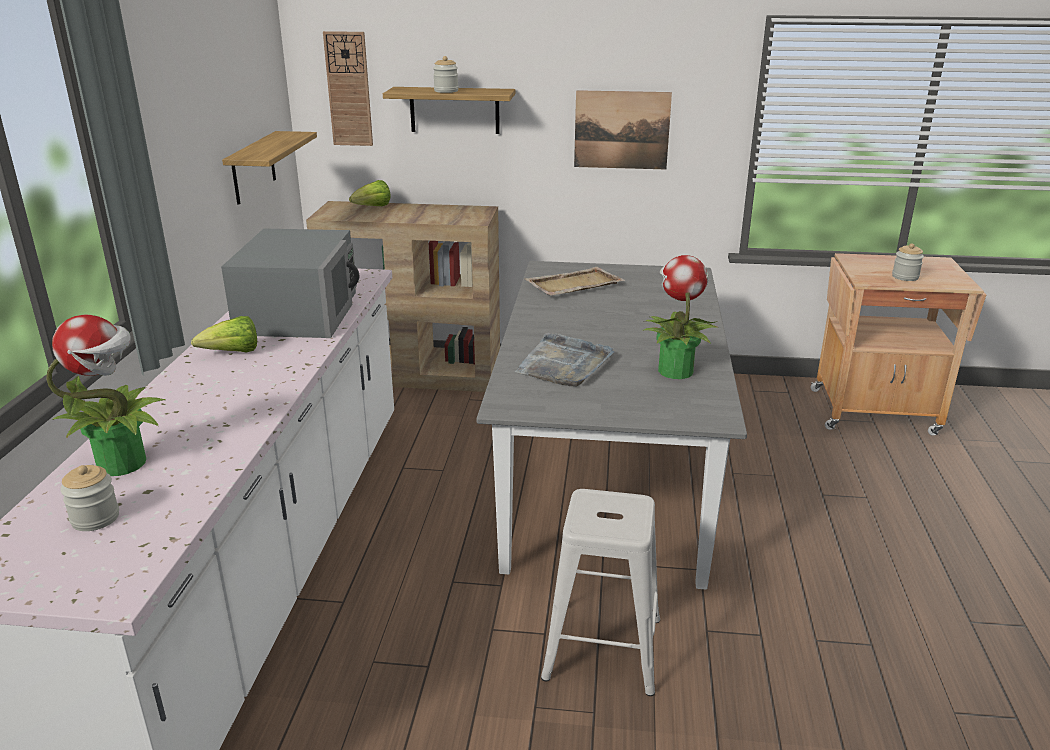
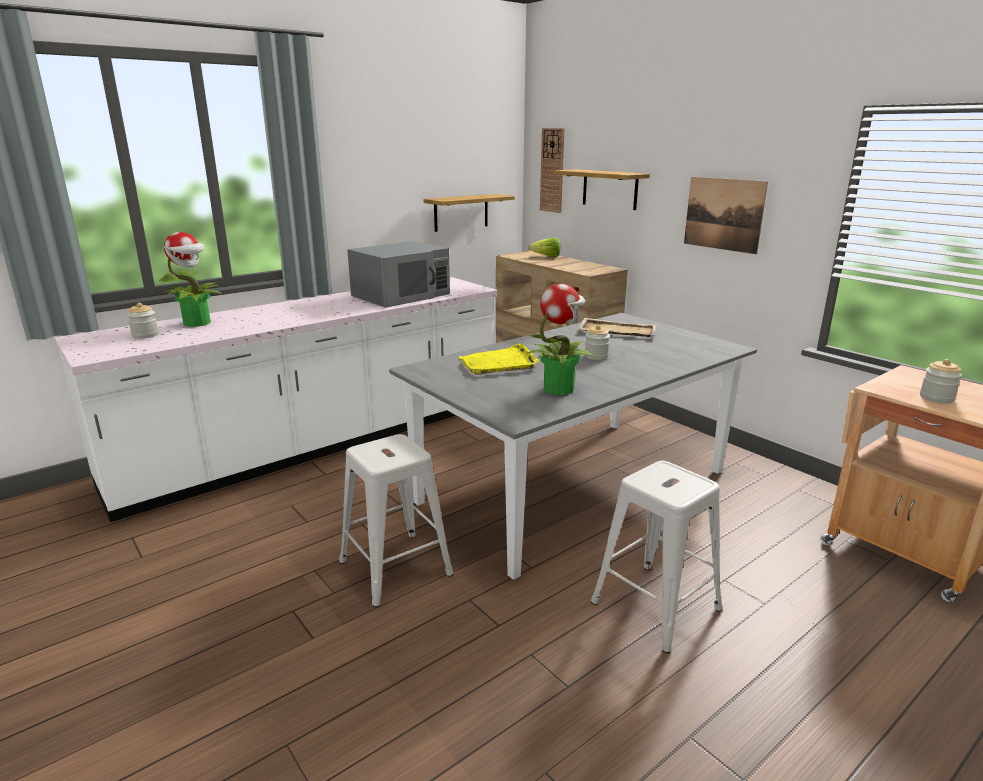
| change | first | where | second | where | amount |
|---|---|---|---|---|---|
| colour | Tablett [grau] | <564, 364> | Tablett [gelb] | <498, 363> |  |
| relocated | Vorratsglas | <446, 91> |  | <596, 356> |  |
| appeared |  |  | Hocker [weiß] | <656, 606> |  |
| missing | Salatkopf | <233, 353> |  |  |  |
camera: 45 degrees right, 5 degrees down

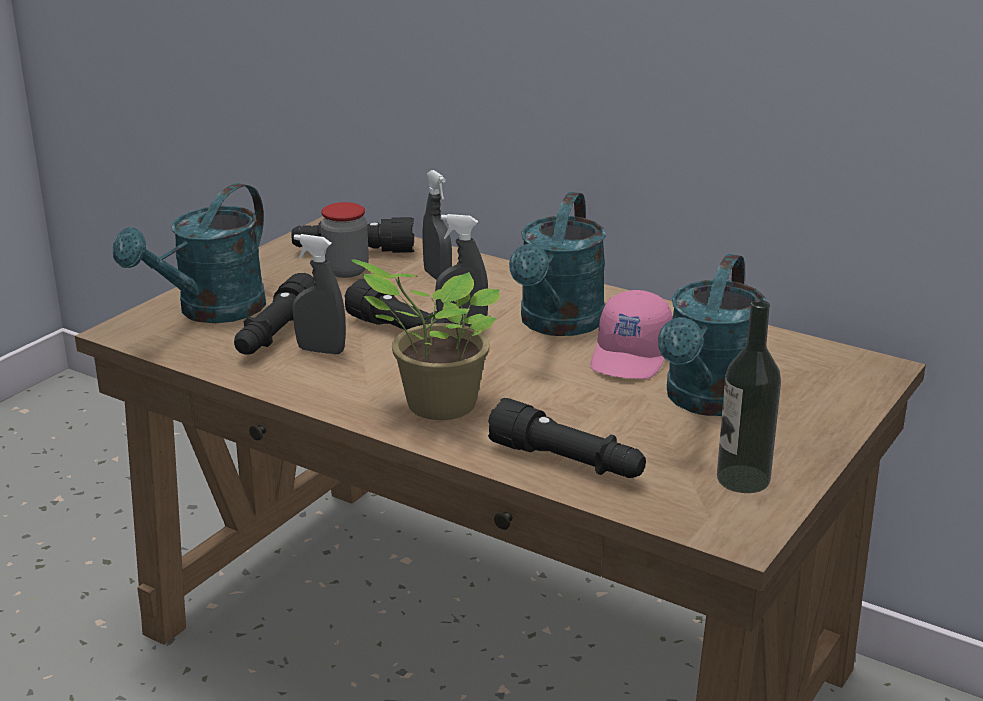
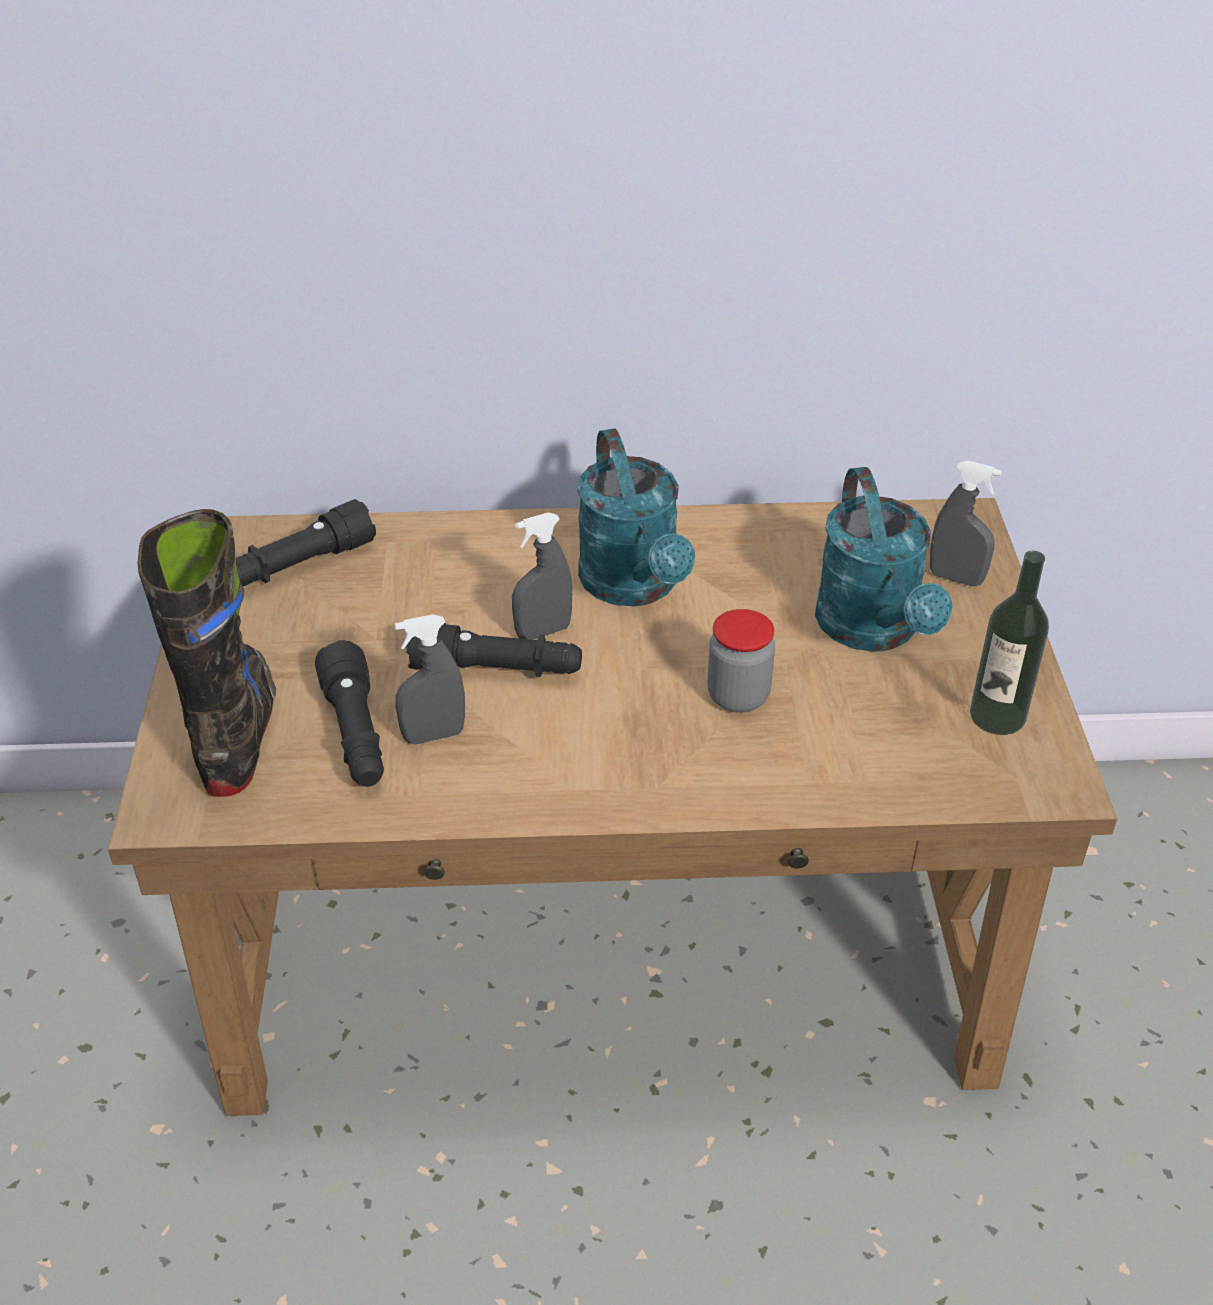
| change | first | where | second | where | amount |
|---|---|---|---|---|---|
| exchanged | Gießkanne [türkis] | <211, 312> | Stiefel [schwarz] | <238, 734> |  |
| relocated | Vorratsglas | <346, 271> |  | <738, 696> |  |
| relocated | Sprühflasche [grau] | <437, 276> |  | <956, 578> |  |
| missing | Topfpflanze | <435, 405> |  |  |  |
| missing | Taschenlampe [schwarz] | <567, 462> |  |  |  |
| missing | Kappe [rosa] | <632, 357> |  |  |  |
camera: 35 degrees left, 15 degrees up

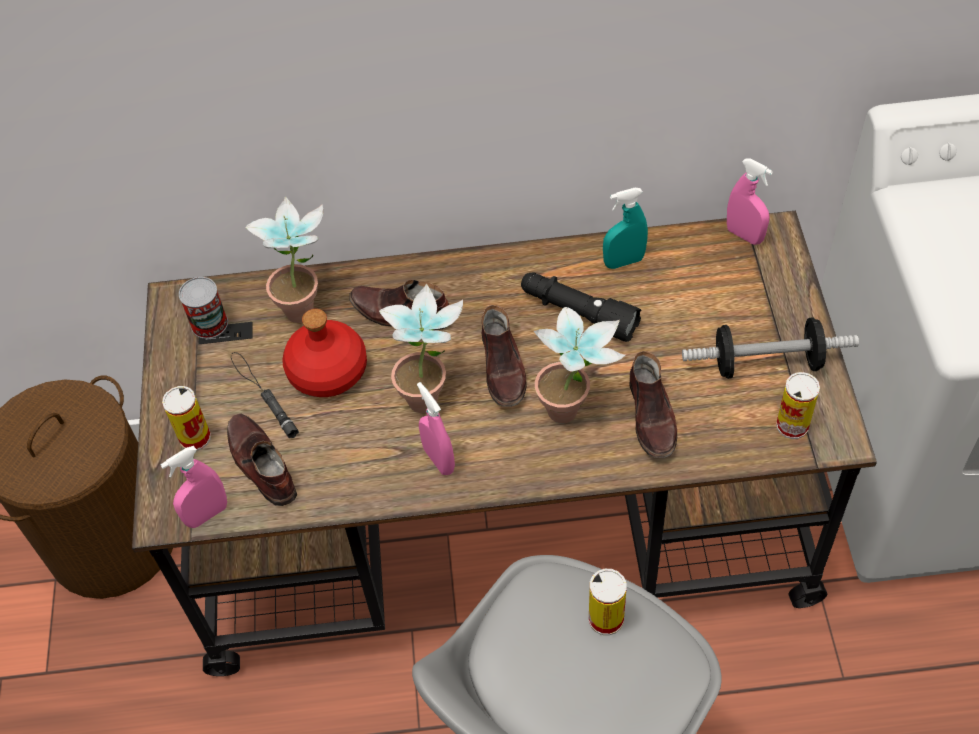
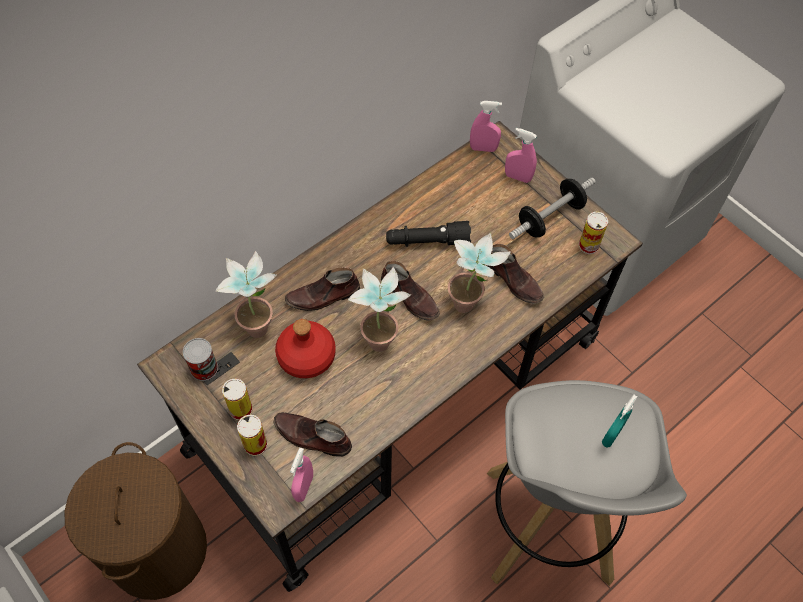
| change | first | where | second | where | amount |
|---|---|---|---|---|---|
| relocated | Dose | <606, 618> |  | <241, 410> |  |
| relocated | Sprühflasche [rosa] | <439, 460> |  | <517, 177> |  |
| relocated | Sprühflasche [türkis] | <624, 261> |  | <611, 435> |  |
| missing | Taschenlampe [schwarz] | <263, 394> |  |  |  |
camera: 40 degrees left, 5 degrees up

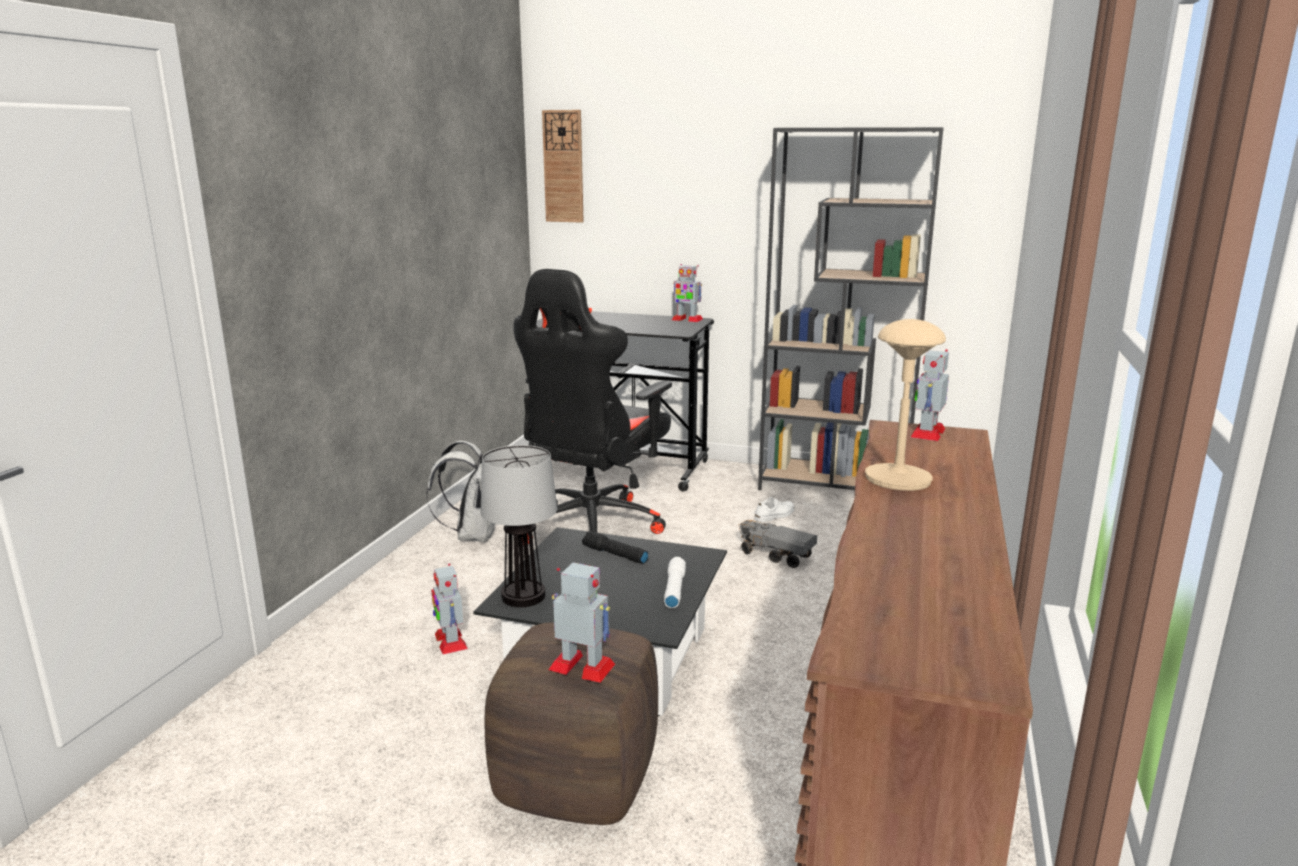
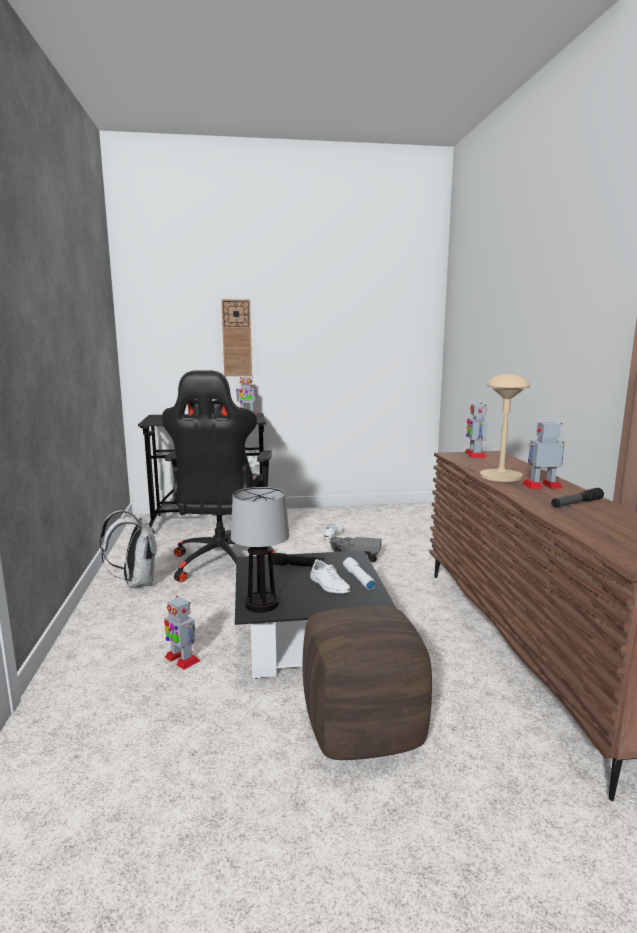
| change | first | where | second | where | amount |
|---|---|---|---|---|---|
| relocated | Wanduhr | <563, 166> |  | <237, 338> |  |
| appeared |  |  | Schuh [weiß] | <329, 585> |  |
| relocated | Spielzeugroboter | <583, 667> |  | <542, 486> |  |
| appeared |  |  | Taschenlampe | <576, 503> |  |
| missing | Bücherregal | <834, 486> |  |  |  |
camera: 25 degrees left, 5 degrees down

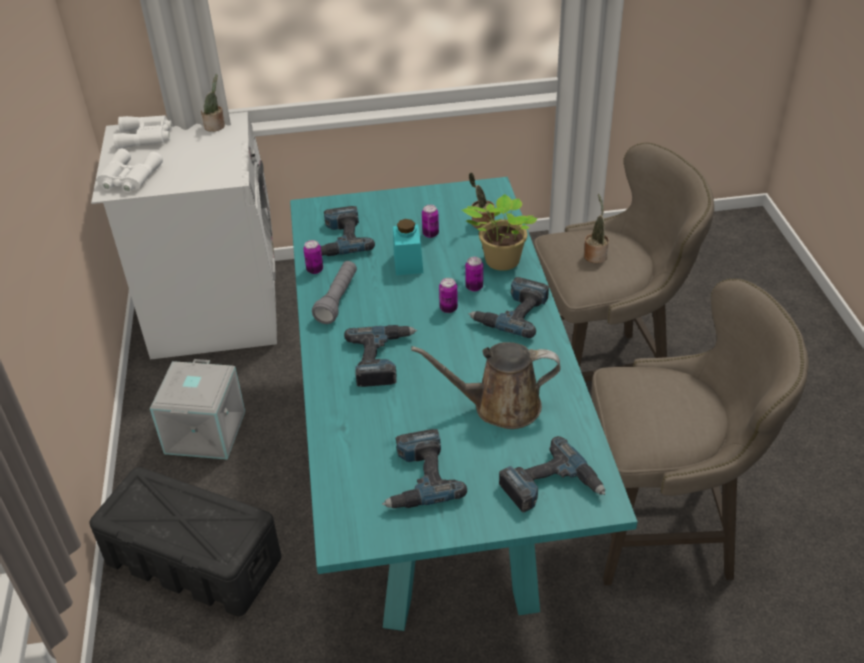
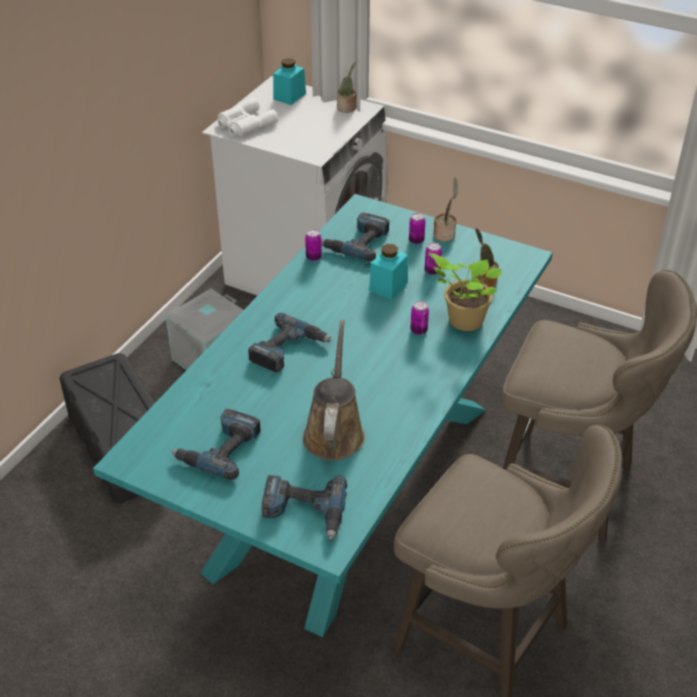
| change | first | where | second | where | amount |
|---|---|---|---|---|---|
| exchanged | Fernglas [weiß] | <146, 137> | Vorratsglas [türkis] | <289, 96> |  |
| spun | Gießkanne [braun] | <500, 406> |  | <334, 432> | 60 degrees clockwise |
| relocated | Dose | <448, 308> |  | <416, 240> |  |
| relocated | Topfpflanze | <595, 255> |  | <445, 234> |  |
| missing | Taschenlampe [grau] | <337, 300> |  |  |  |
| missing | Bohrmaschine | <512, 313> |  |  |  |
camera: 35 degrees right, 0 degrees up

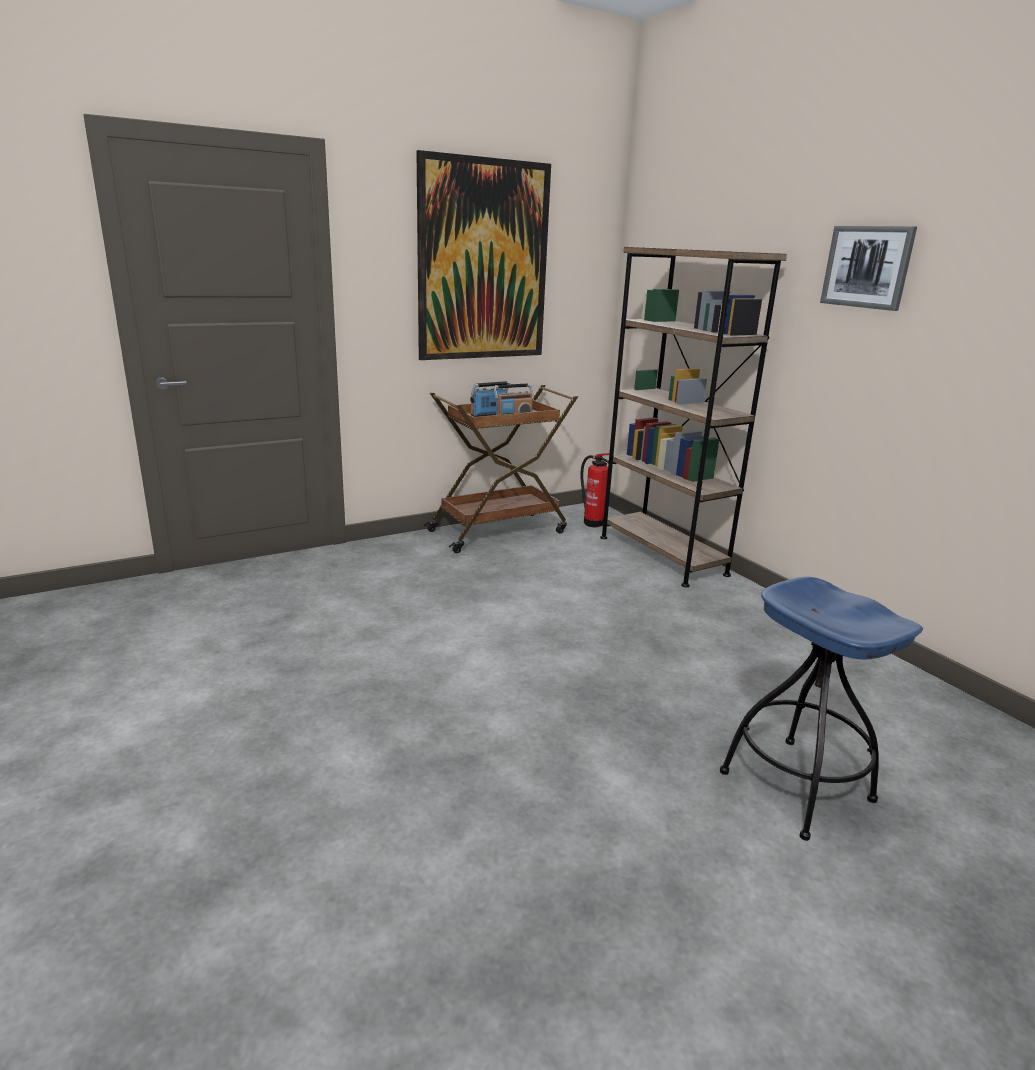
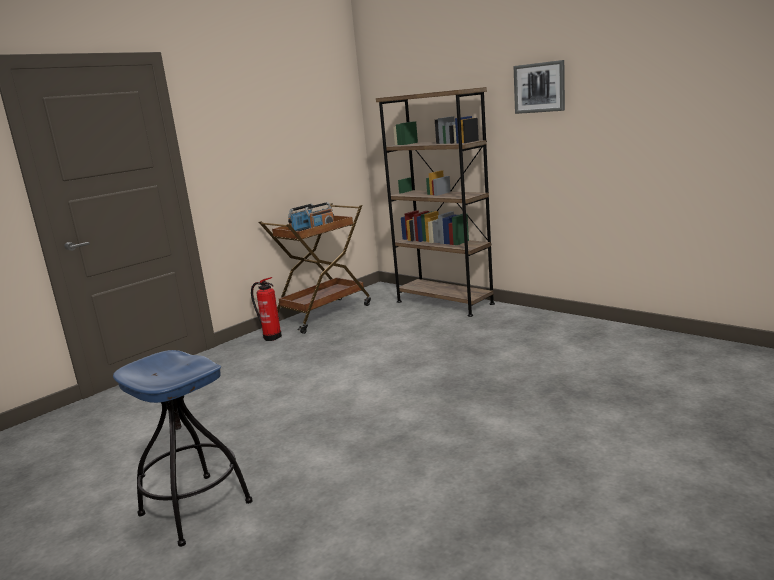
| change | first | where | second | where | amount |
|---|---|---|---|---|---|
| relocated | Hocker [blau] | <795, 785> |  | <195, 507> |  |
| relocated | Feuerlöscher | <592, 522> |  | <271, 337> |  |
| missing | Bild | <483, 262> |  |  |  |
camera: 15 degrees left, 5 degrees down

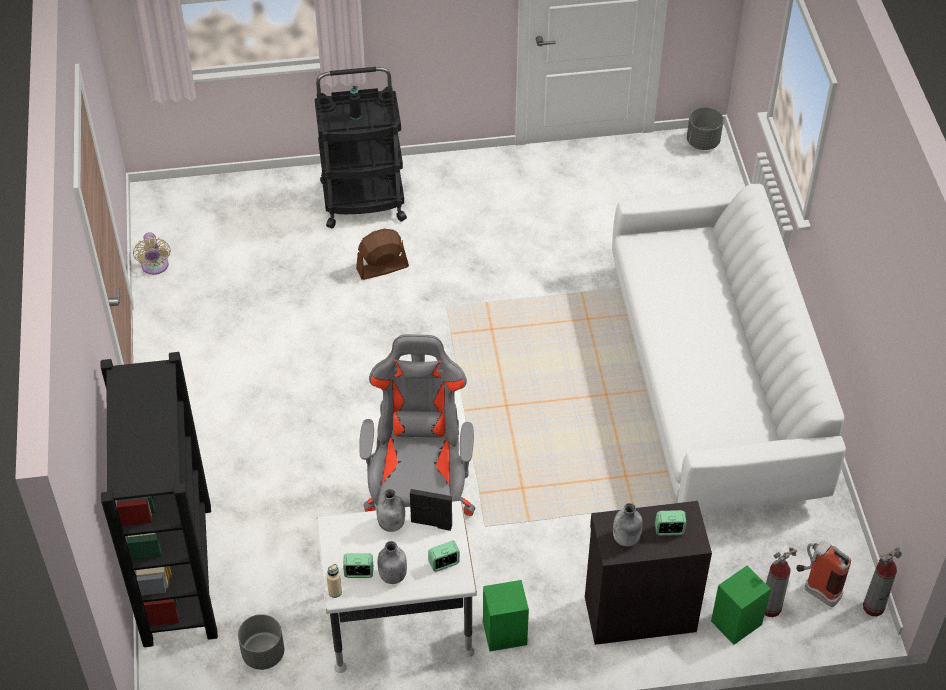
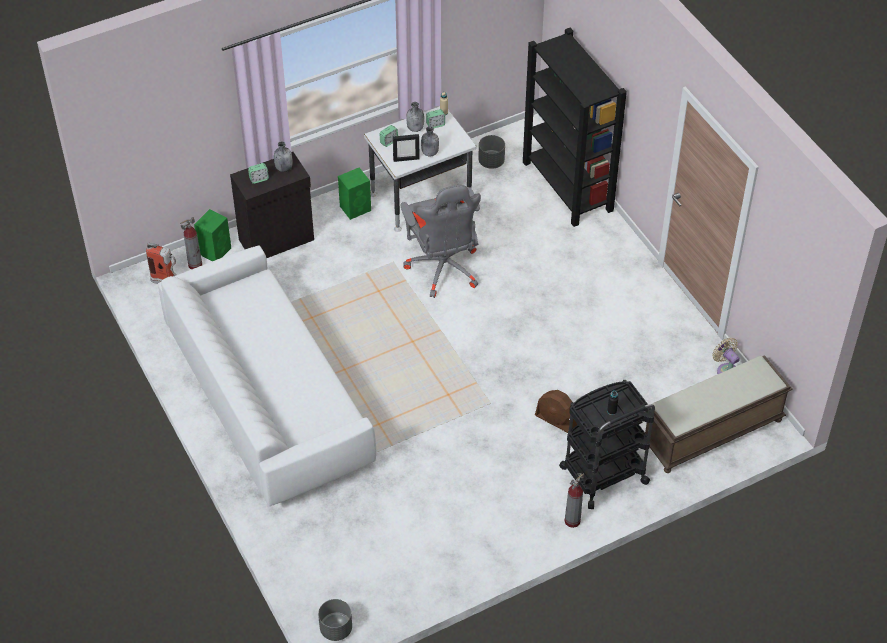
| change | first | where | second | where | amount |
|---|---|---|---|---|---|
| spun | Ventilator [braun] | <382, 267> |  | <555, 420> | 75 degrees clockwise |
| relocated | Feuerlöscher | <873, 607> |  | <572, 521> |  |
| appeared |  |  | Bank [braun] | <712, 432> |  |
camera: 160 degrees right, 0 degrees up

